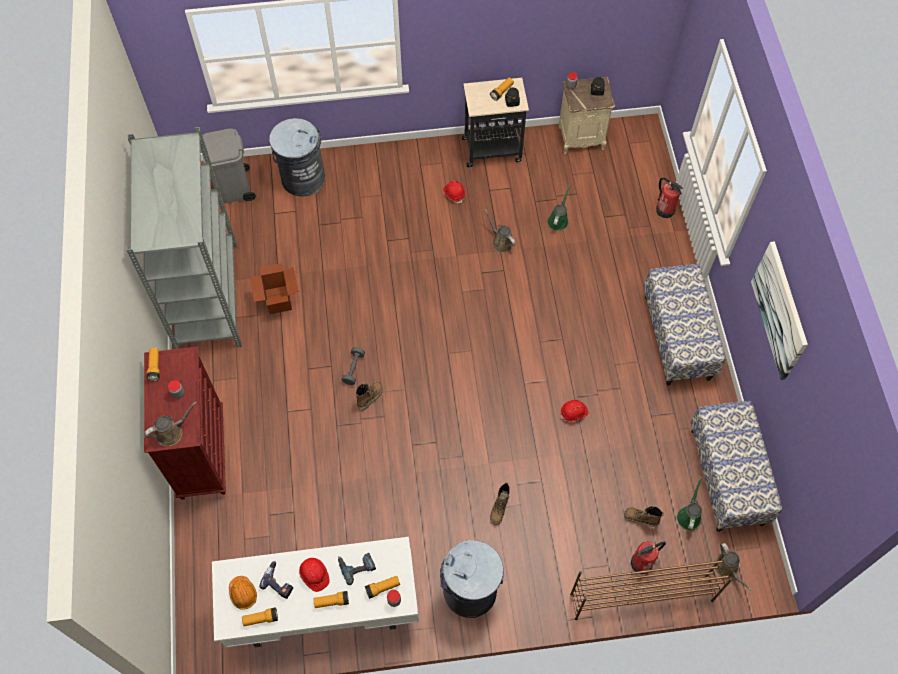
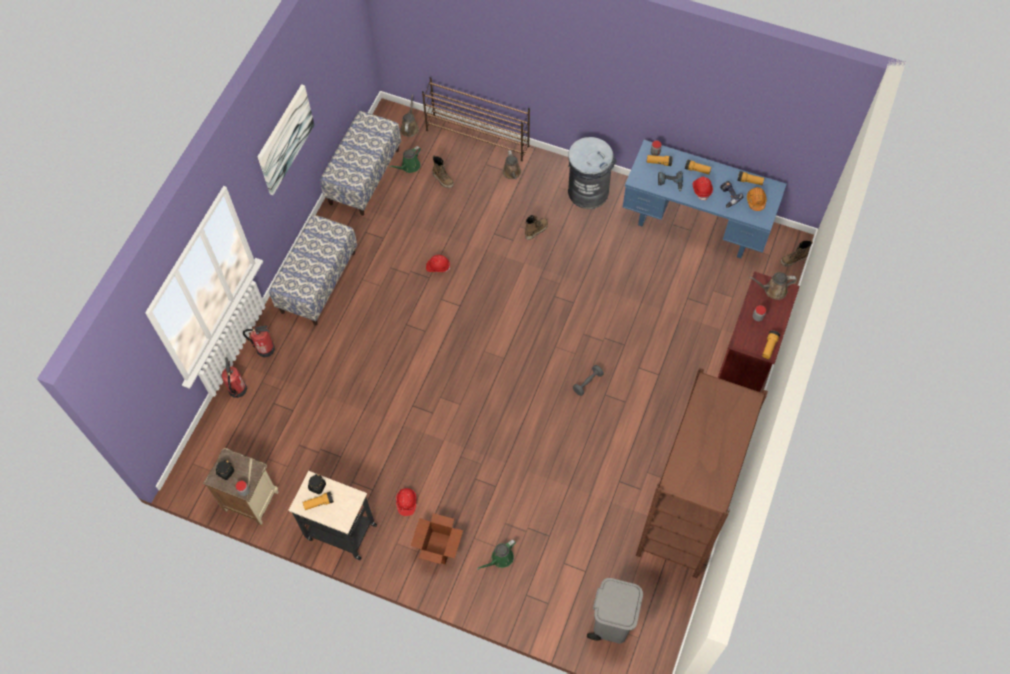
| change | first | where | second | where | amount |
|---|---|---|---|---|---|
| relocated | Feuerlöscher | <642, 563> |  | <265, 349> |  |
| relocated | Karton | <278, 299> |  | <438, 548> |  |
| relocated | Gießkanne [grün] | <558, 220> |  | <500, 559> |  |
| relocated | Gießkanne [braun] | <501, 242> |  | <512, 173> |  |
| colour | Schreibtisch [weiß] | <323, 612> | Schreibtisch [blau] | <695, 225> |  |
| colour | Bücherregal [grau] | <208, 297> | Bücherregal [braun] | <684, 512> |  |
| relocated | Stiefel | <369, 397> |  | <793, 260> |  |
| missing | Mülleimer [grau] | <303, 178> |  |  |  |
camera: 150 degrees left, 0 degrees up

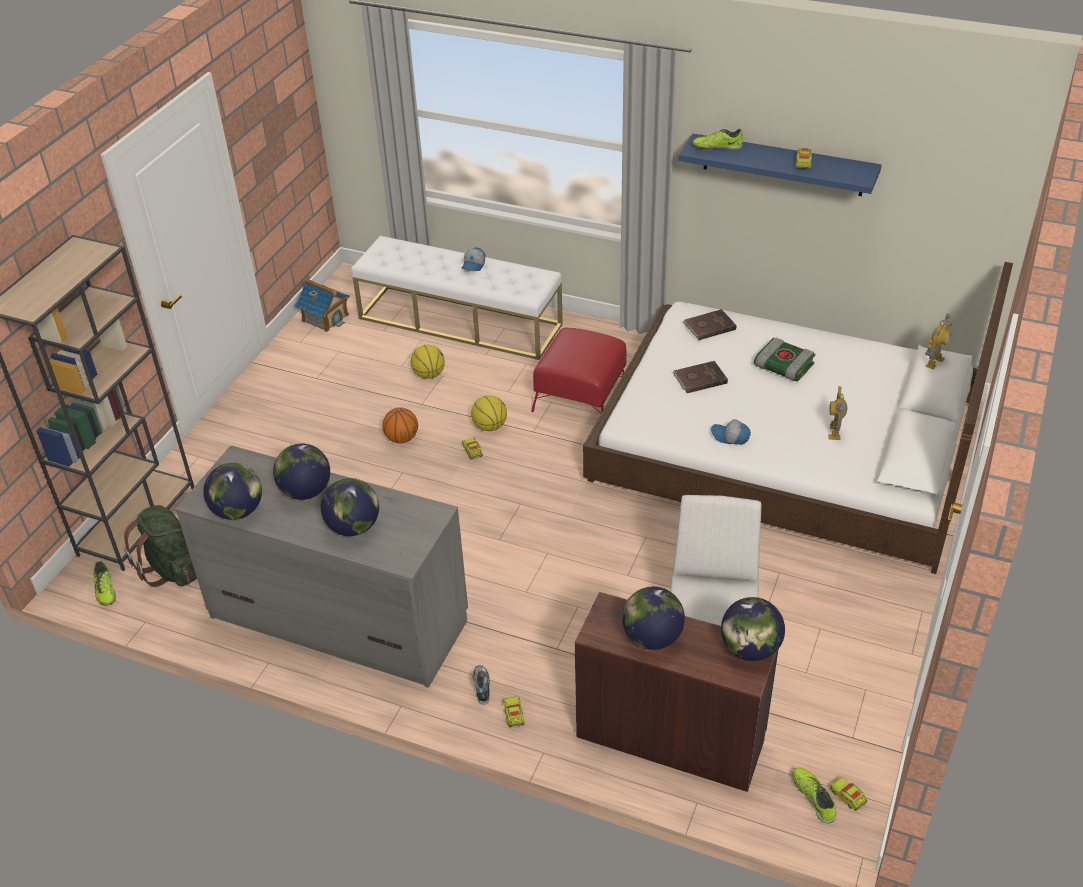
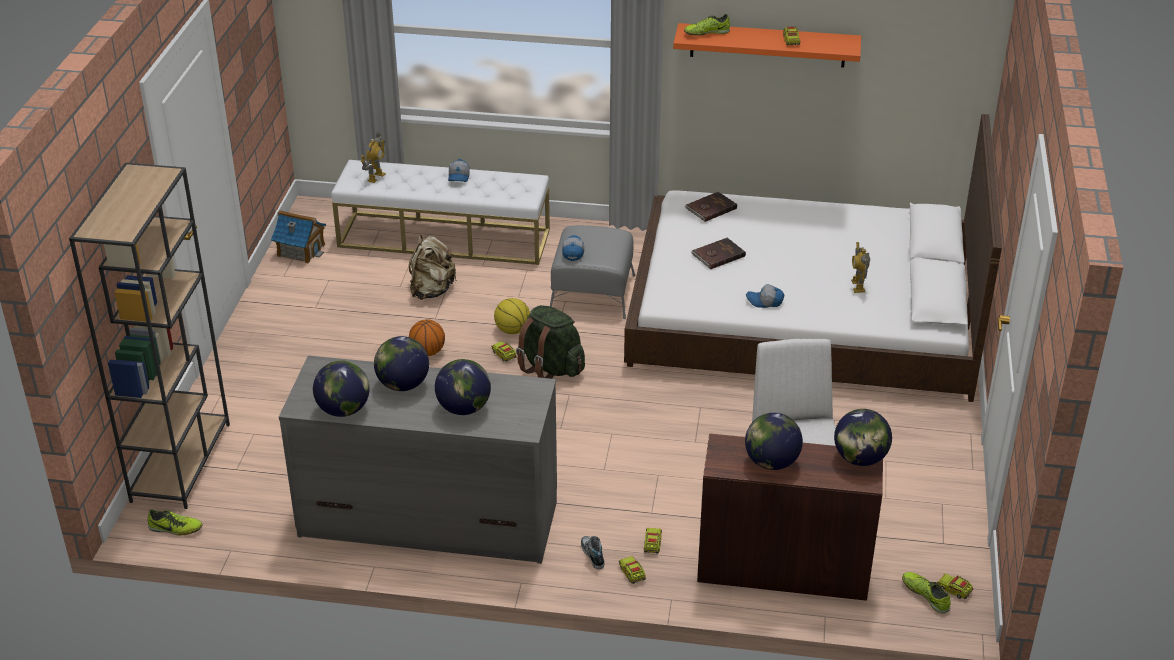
| change | first | where | second | where | amount |
|---|---|---|---|---|---|
| spun | Schuh | <105, 590> |  | <175, 529> | 45 degrees counterclockwise |
| relocated | Spielzeugroboter | <934, 362> |  | <376, 177> |  |
| exchanged | Basketball | <429, 374> | Rucksack [beige] | <432, 291> |  |
| relocated | Rucksack [grün] | <173, 569> |  | <551, 367> |  |
| colour | Polsterhocker [rot] | <580, 397> | Polsterhocker [grau] | <592, 293> |  |
| appeared |  |  | Kappe | <572, 251> |  |
| appeared |  |  | Spielzeuglaster | <652, 544> |  |
| colour | Wandregal [blau] | <783, 165> | Wandregal [orange] | <767, 45> |  |
| missing | Buch | <782, 366> |  |  |  |
camera: 15 degrees left, 5 degrees down

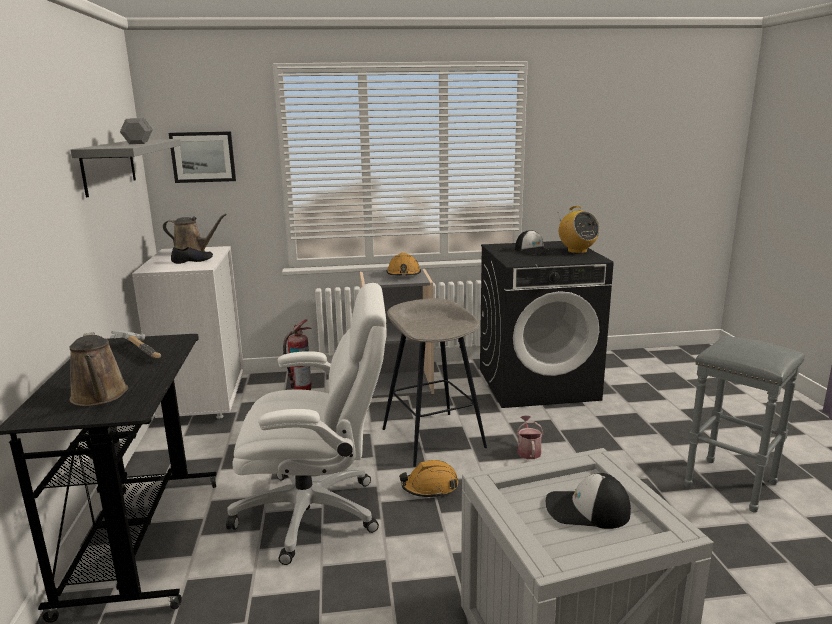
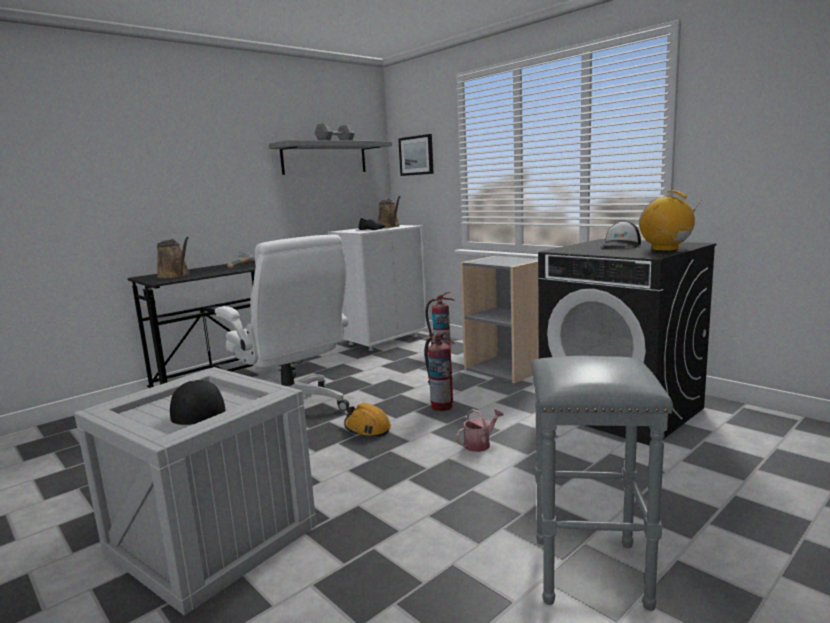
| change | first | where | second | where | amount |
|---|---|---|---|---|---|
| spun | Gießkanne [braun] | <99, 396> |  | <175, 276> | 75 degrees counterclockwise |
| exchanged | Hocker [grau] | <433, 437> | Feuerlöscher | <442, 406> |  |
| spun | Radio | <577, 251> |  | <665, 249> | 120 degrees clockwise |
| missing | Schutzhelm [orange] | <404, 274> |  |  |  |
camera: 55 degrees right, 5 degrees down

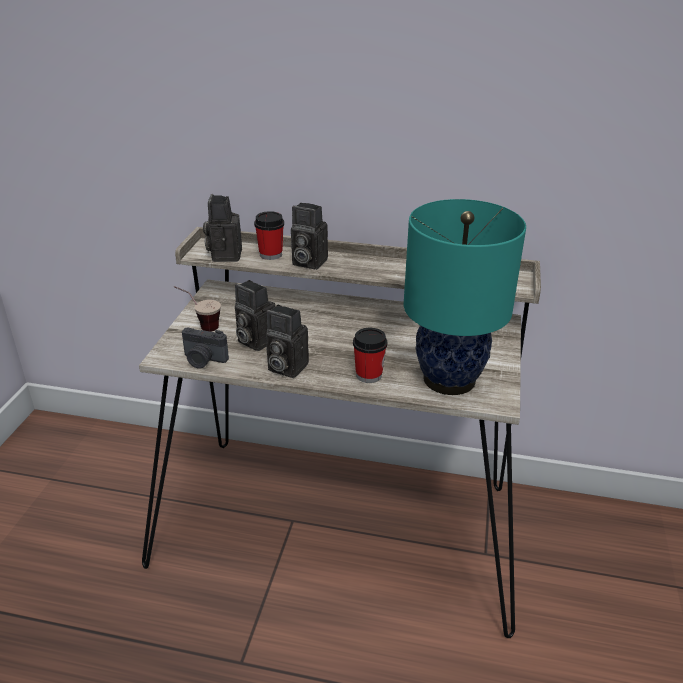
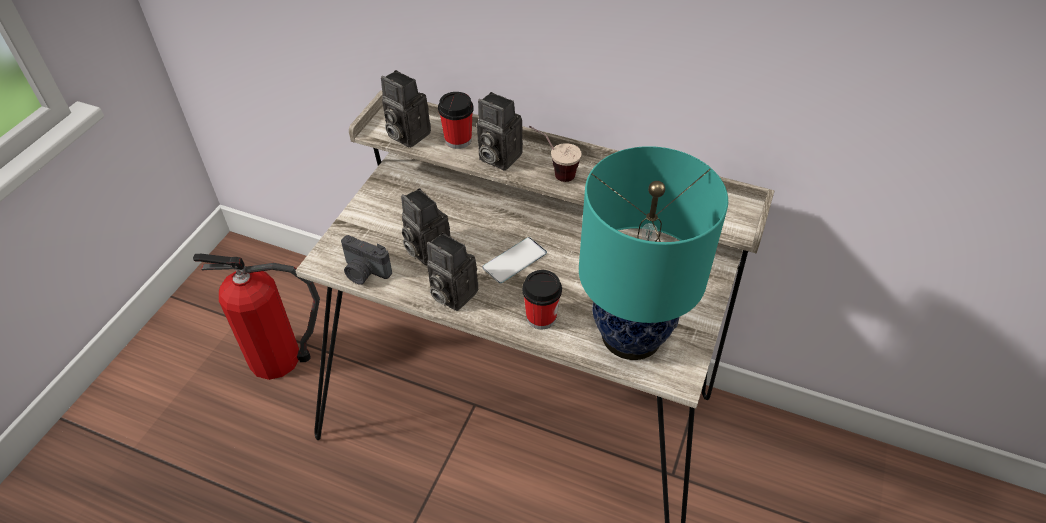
| change | first | where | second | where | amount |
|---|---|---|---|---|---|
| appeared |  |  | Feuerlöscher | <280, 357> |  |
| spun | Kamera | <224, 254> |  | <405, 134> | 60 degrees counterclockwise |
| appeared |  |  | Handy | <514, 260> |  |
| relocated | Tasse | <200, 326> |  | <553, 172> |  |
camera: 10 degrees right, 15 degrees up

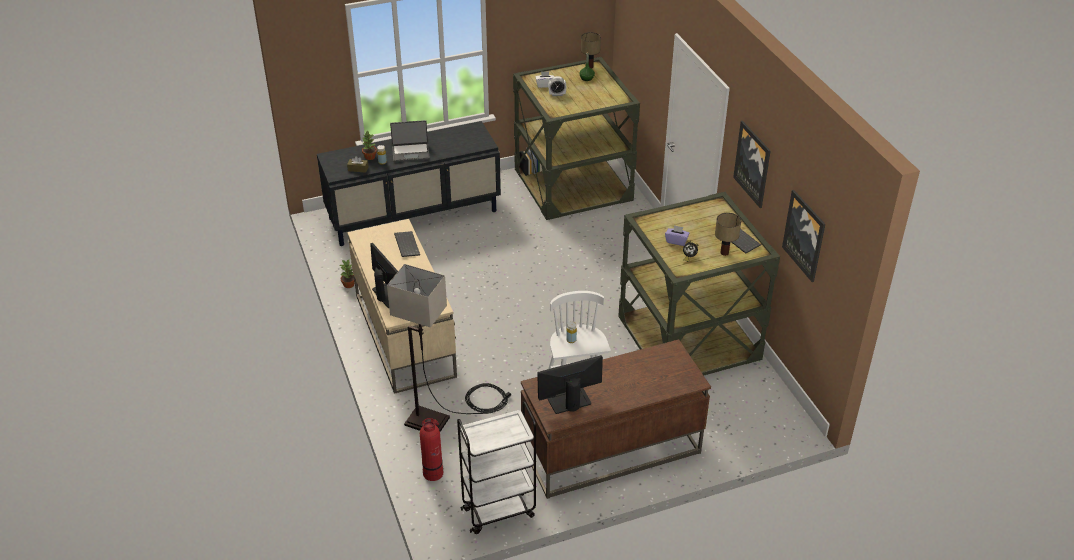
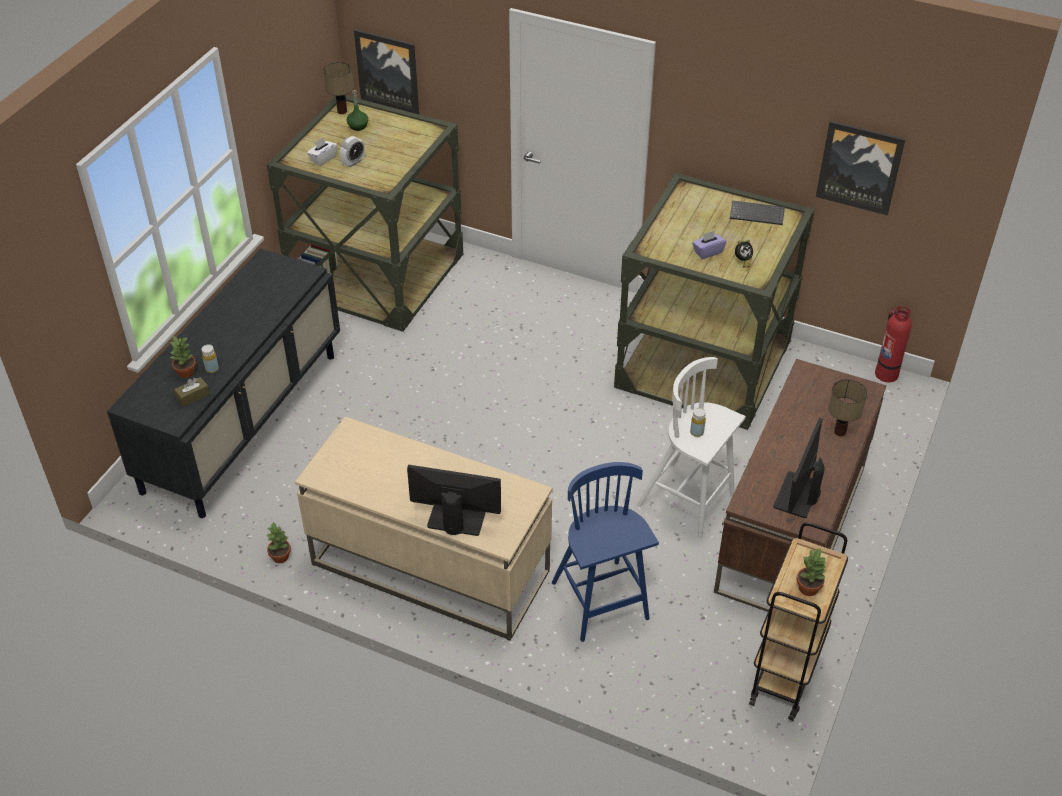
| change | first | where | second | where | amount |
|---|---|---|---|---|---|
| relocated | Bild | <753, 164> |  | <388, 71> |  |
| exchanged | Stehlampe | <460, 410> | Hocker [blau] | <601, 603> |  |
| colour | Rollwagen [weiß] | <498, 514> | Rollwagen [braun] | <785, 679> |  |
| appeared |  |  | Topfpflanze | <809, 588> |  |
| relocated | Tischlampe | <724, 253> |  | <839, 432> |  |
| relocated | Feuerlöscher | <433, 472> |  | <886, 373> |  |
| missing | Laptop | <410, 152> |  |  |  |
| missing | Tastatur | <406, 245> |  |  |  |
camera: 45 degrees left, 5 degrees up

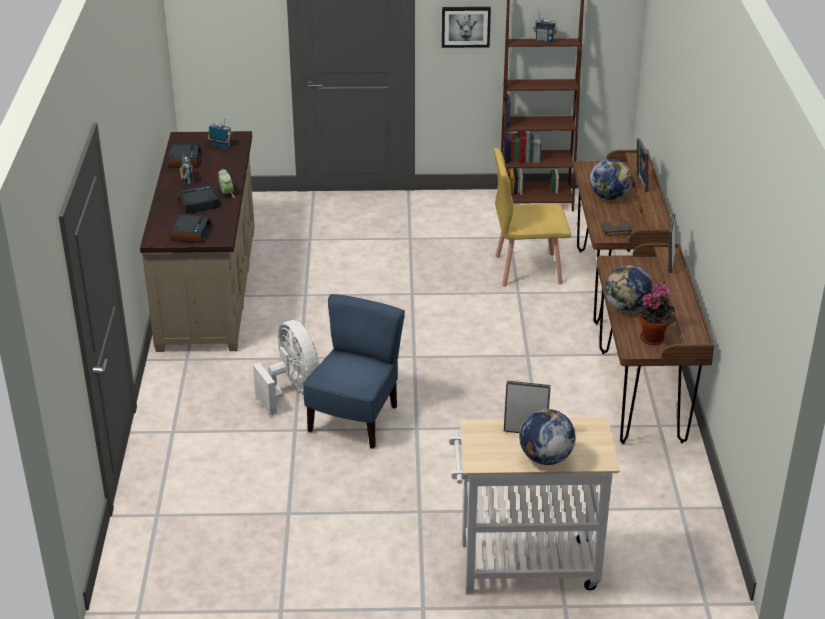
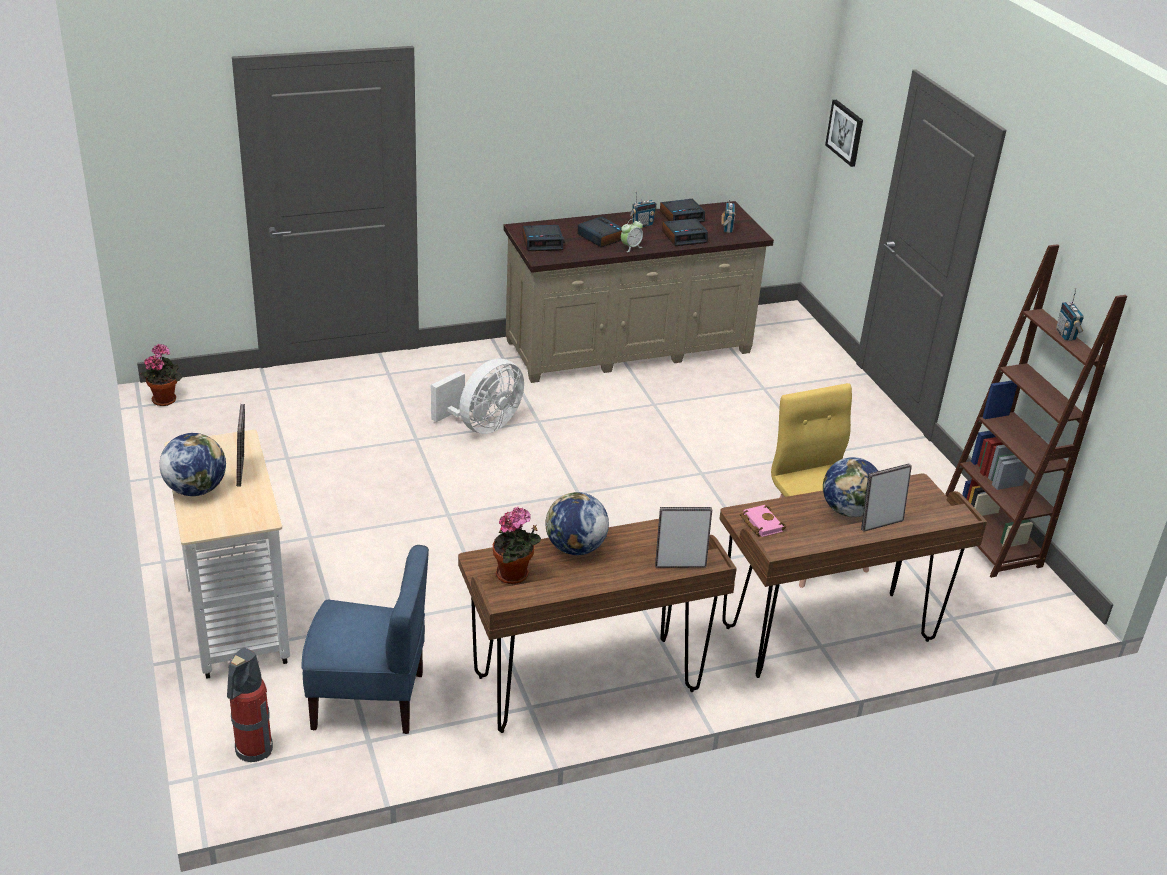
| change | first | where | second | where | amount |
|---|---|---|---|---|---|
| appeared |  |  | Topfpflanze | <165, 399> |  |
| appeared |  |  | Feuerlöscher | <252, 750> |  |
| relocated | Stuhl [blau] | <355, 419> |  | <369, 699> |  |
| appeared |  |  | Wecker | <684, 237> |  |
| colour | Buch [schwarz] | <615, 231> | Buch [rosa] | <760, 523> |  |
| relocated | Bild | <465, 26> |  | <845, 132> |  |
camera: 70 degrees right, 0 degrees up

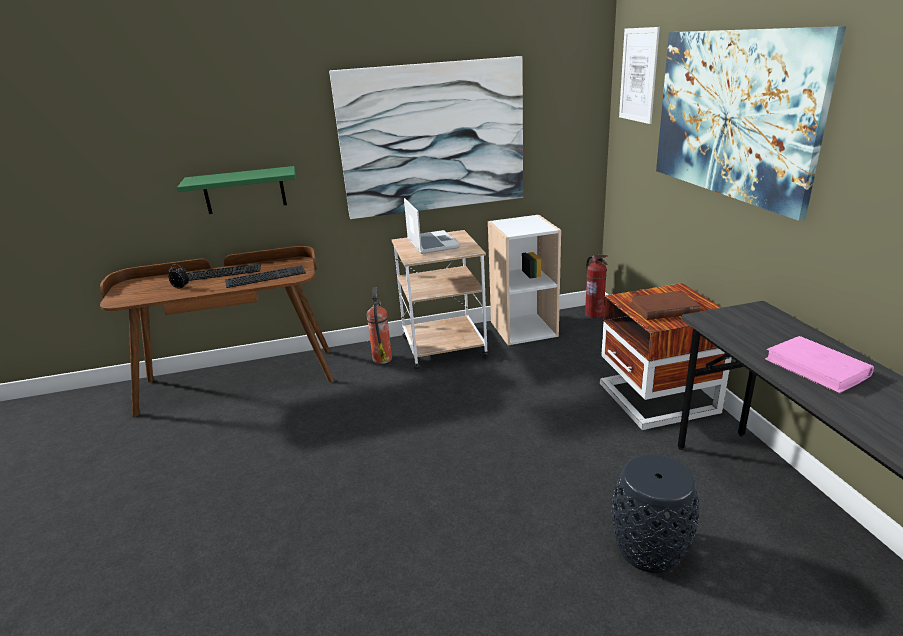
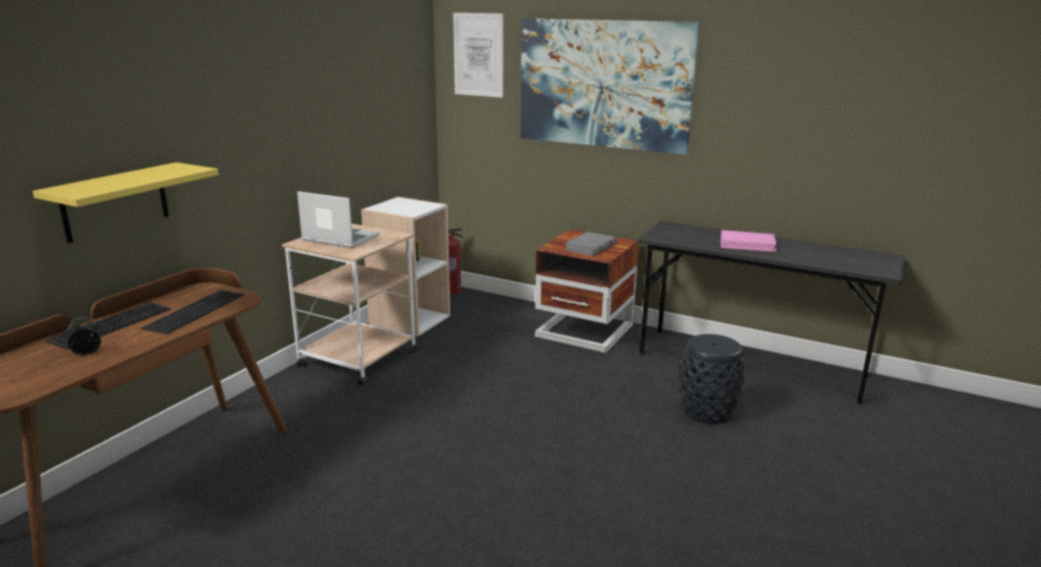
| change | first | where | second | where | amount |
|---|---|---|---|---|---|
| colour | Wandregal [grün] | <244, 190> | Wandregal [gelb] | <115, 202> |  |
| colour | Buch [braun] | <663, 309> | Buch [grau] | <590, 247> |  |
| missing | Bild | <433, 138> |  |  |  |
| missing | Feuerlöscher | <382, 358> |  |  |  |
camera: 50 degrees left, 5 degrees down

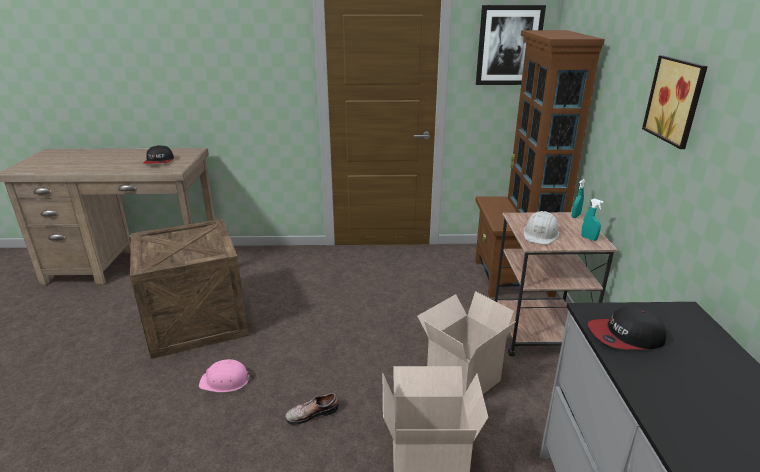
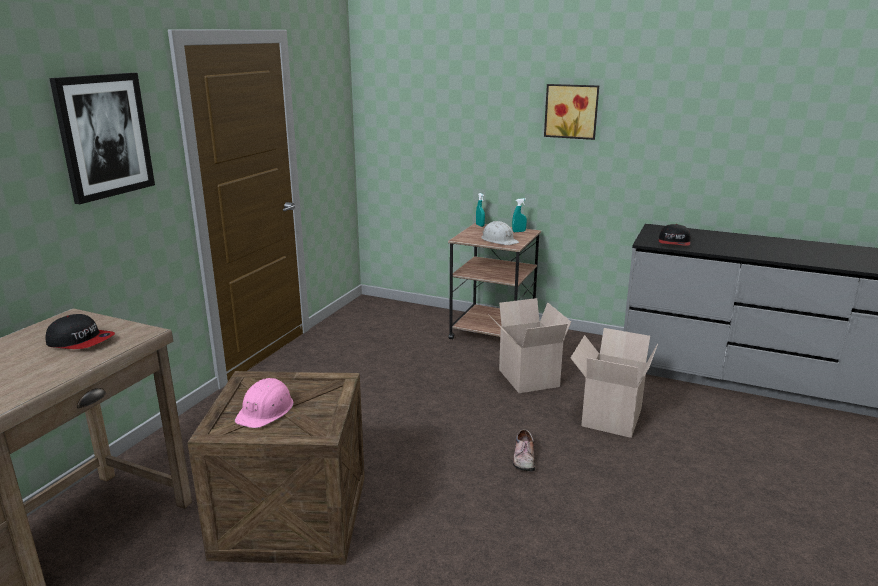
| change | first | where | second | where | amount |
|---|---|---|---|---|---|
| relocated | Bild | <509, 45> |  | <104, 136> |  |
| relocated | Schutzhelm [rosa] | <225, 381> |  | <266, 410> |  |
| missing | Schrank [braun] | <511, 277> |  |  |  |
camera: 65 degrees left, 5 degrees down

